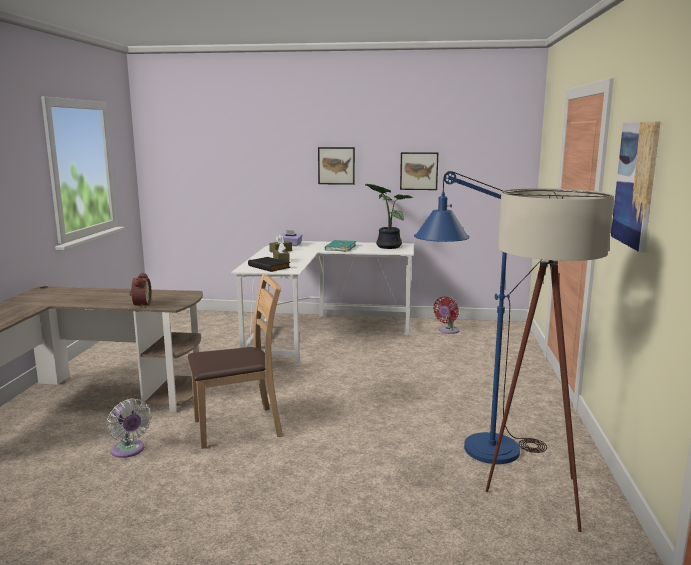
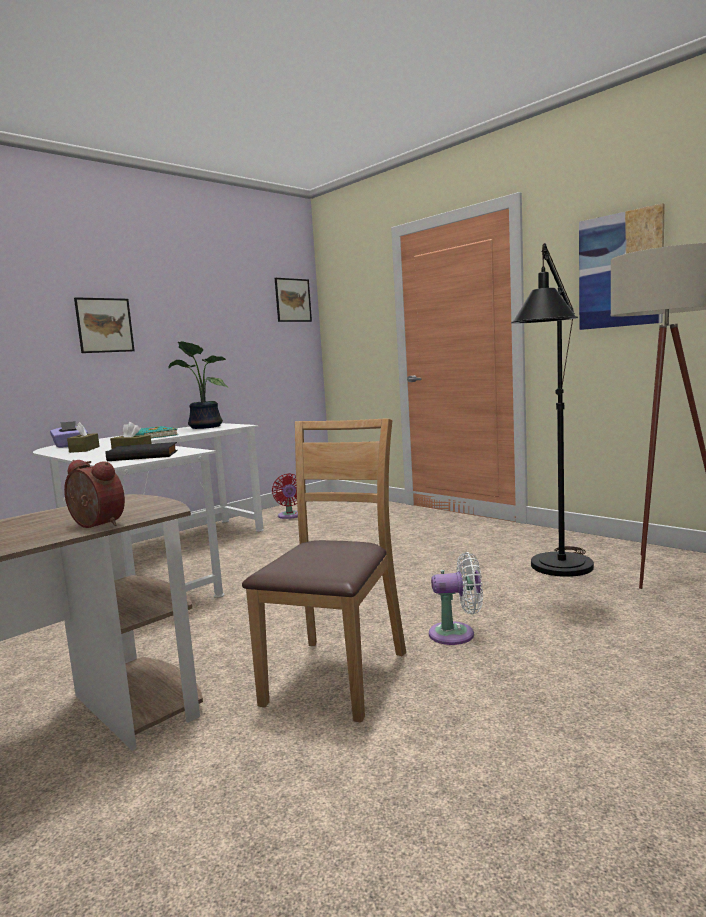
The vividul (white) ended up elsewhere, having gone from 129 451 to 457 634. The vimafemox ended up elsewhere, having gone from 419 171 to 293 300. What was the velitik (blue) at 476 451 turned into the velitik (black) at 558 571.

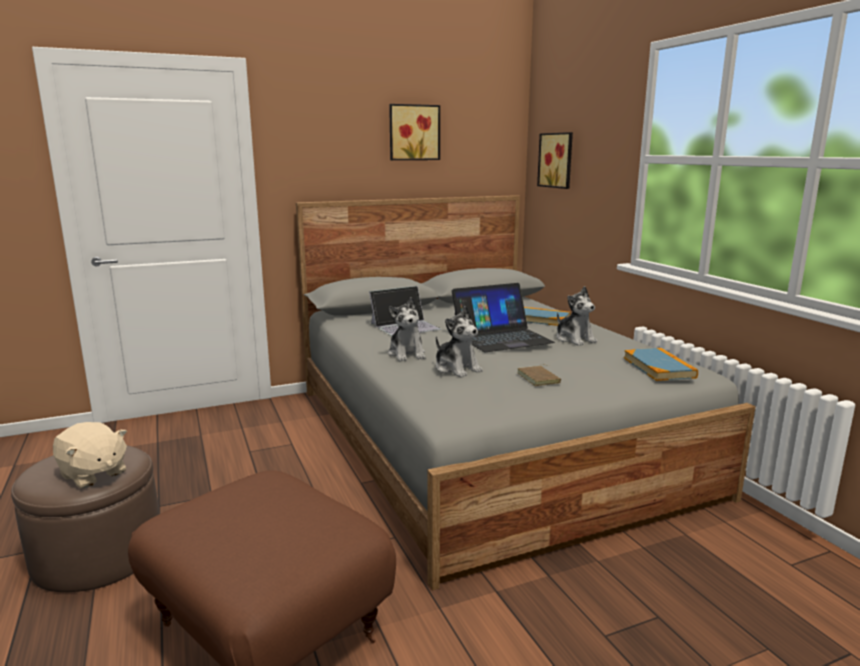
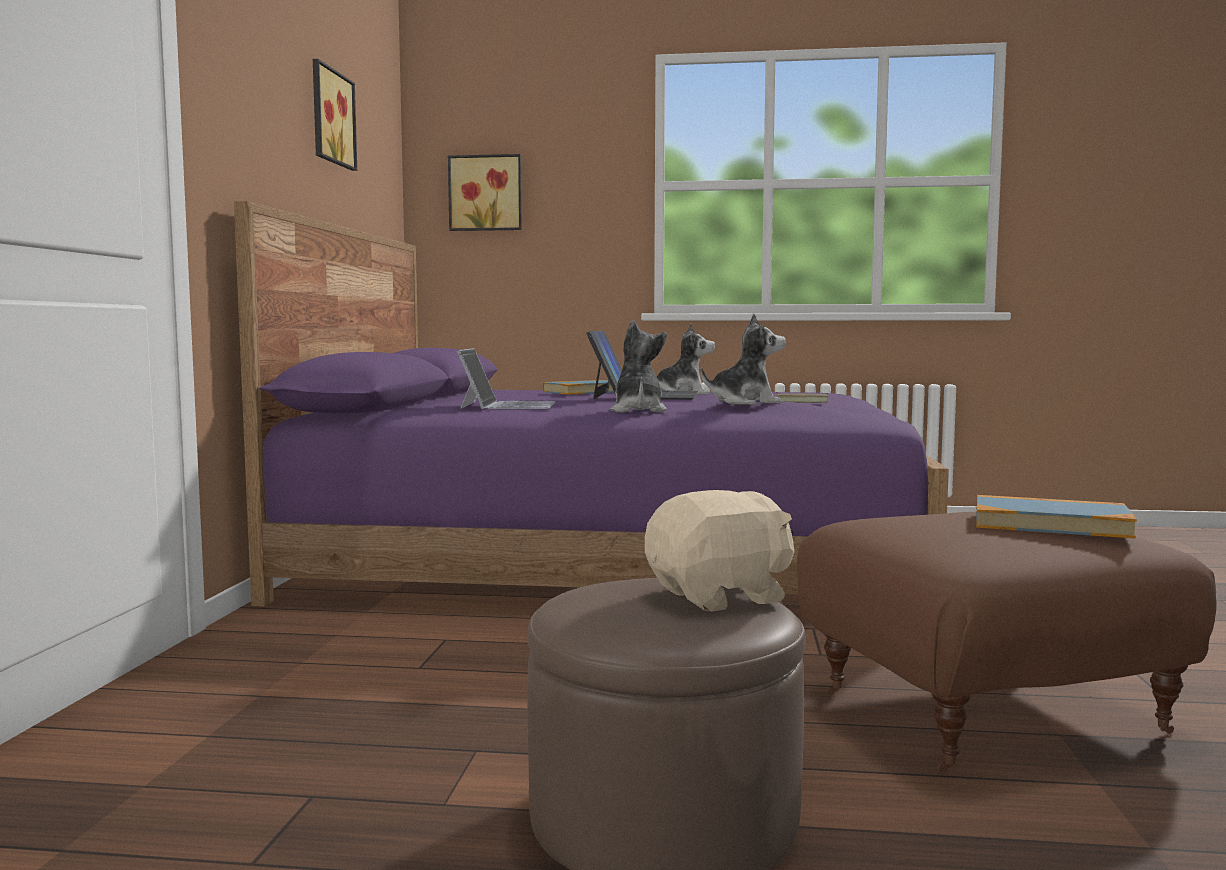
What was the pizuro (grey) at 485 437 turned into the pizuro (purple) at 610 557. The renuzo at 407 354 ended up facing another way, 105 degrees counterclockwise from before. The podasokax ended up elsewhere, having gone from 659 367 to 1050 524.

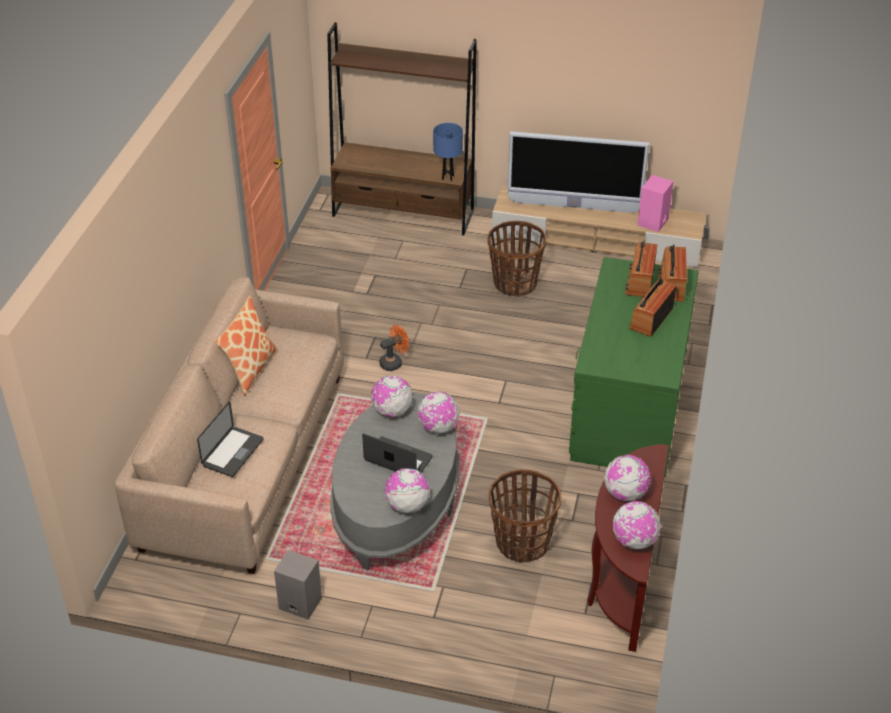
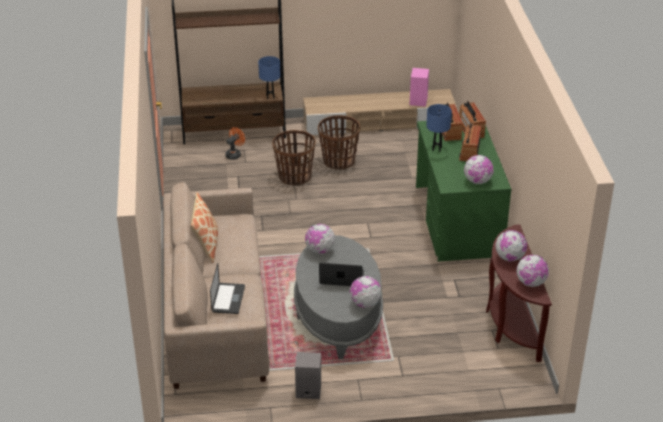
The vividul (orange) ended up elsewhere, having gone from 394 362 to 234 154. The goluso ended up elsewhere, having gone from 438 428 to 477 181. The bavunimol ended up elsewhere, having gone from 522 543 to 294 177. The second view lost the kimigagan at 573 207. The second view gained the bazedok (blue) at 437 148.

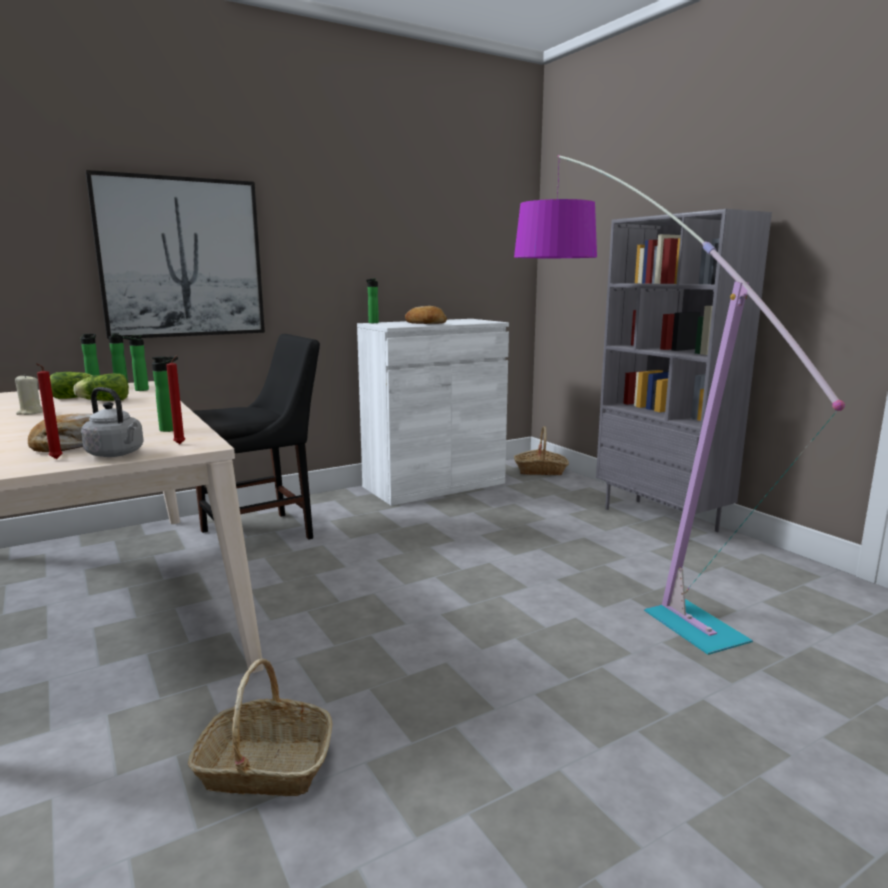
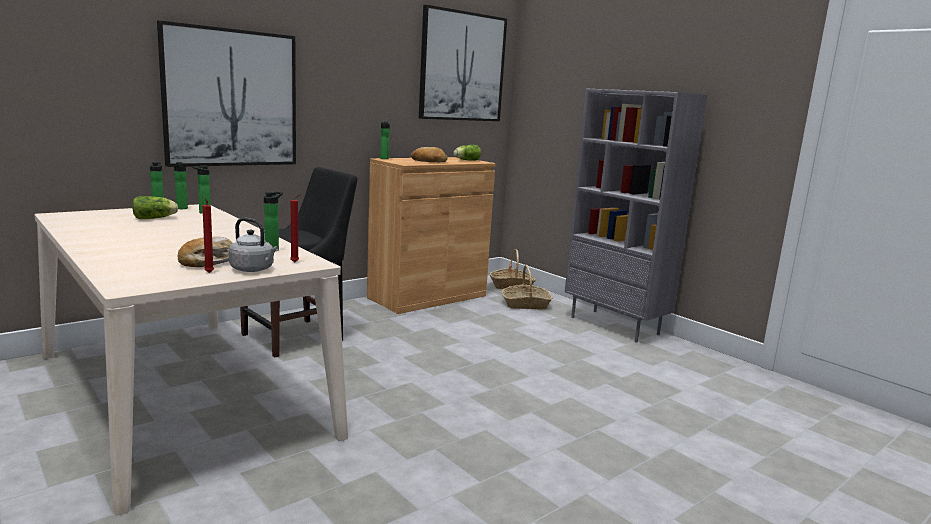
The second view lost the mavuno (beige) at 30 413. The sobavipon ended up elsewhere, having gone from 103 401 to 466 160. The bavunimol ended up elsewhere, having gone from 264 767 to 525 304. What was the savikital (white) at 434 485 turned into the savikital (brown) at 427 297. The second view lost the velitik at 599 563. The second view gained the vimafemox at 462 67.

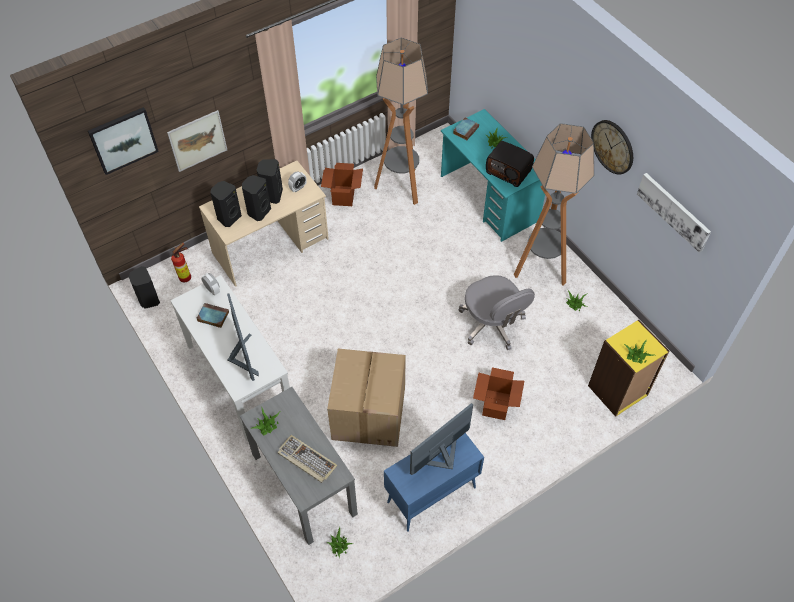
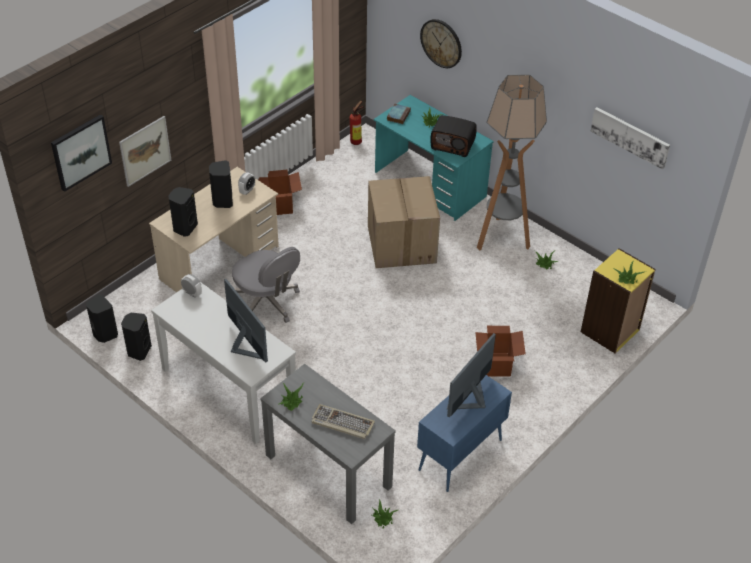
The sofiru ended up elsewhere, having gone from 187 277 to 357 141. The second view lost the podasokax at 212 316. The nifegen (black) ended up elsewhere, having gone from 258 211 to 138 351. The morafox ended up elsewhere, having gone from 369 414 to 402 245. The second view lost the velitik at 401 186. The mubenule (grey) ended up elsewhere, having gone from 492 324 to 266 302. The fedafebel ended up elsewhere, having gone from 613 146 to 441 43.

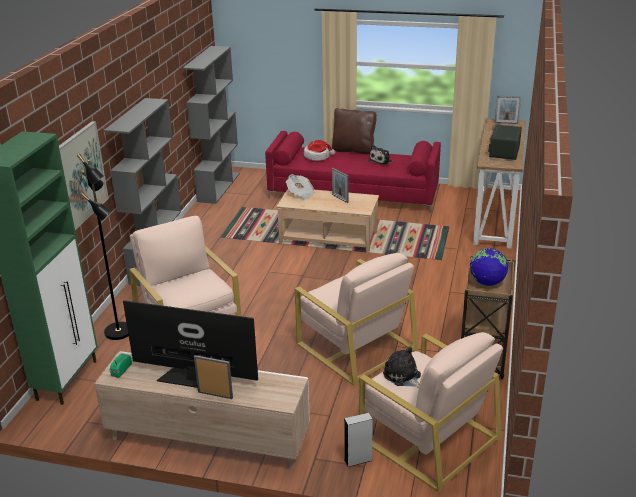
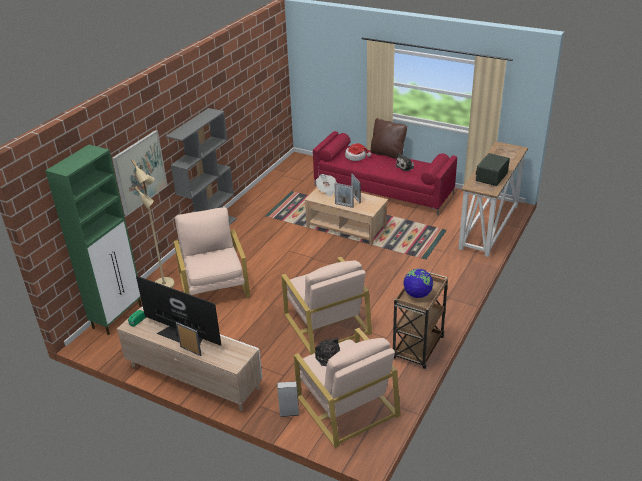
What was the velitik (black) at 119 331 turned into the velitik (beige) at 165 284. The second view lost the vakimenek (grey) at 218 187. The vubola ended up elsewhere, having gone from 506 123 to 344 205.

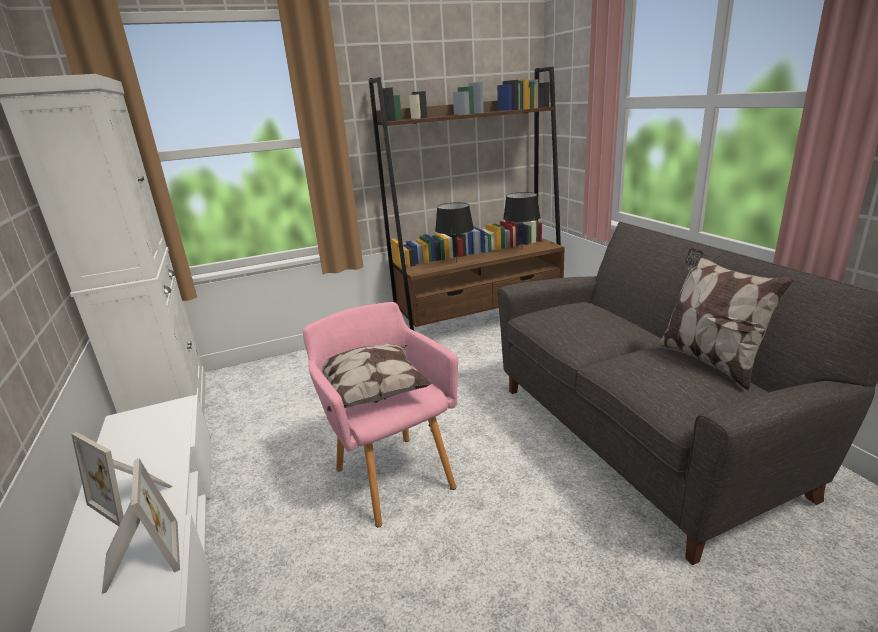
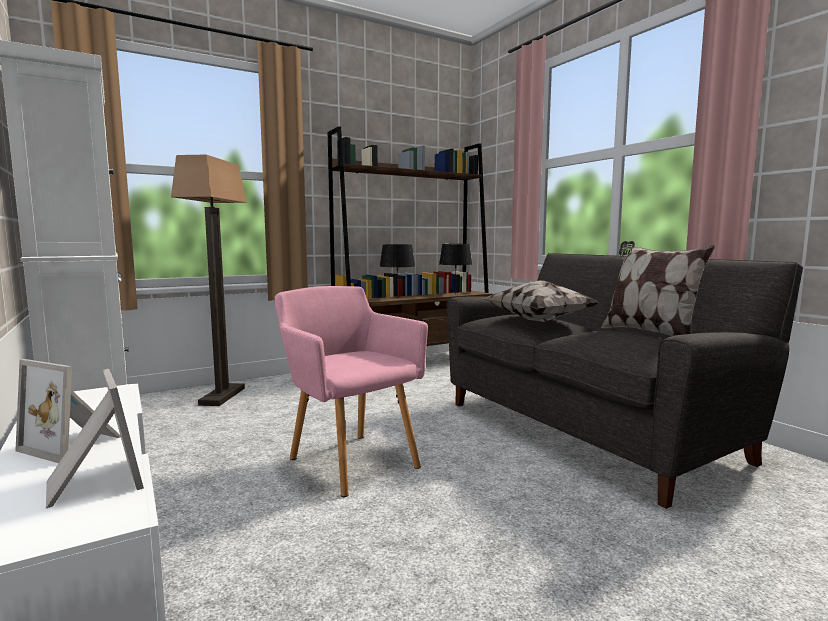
The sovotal ended up elsewhere, having gone from 373 392 to 538 320. The second view gained the velitik at 222 396.

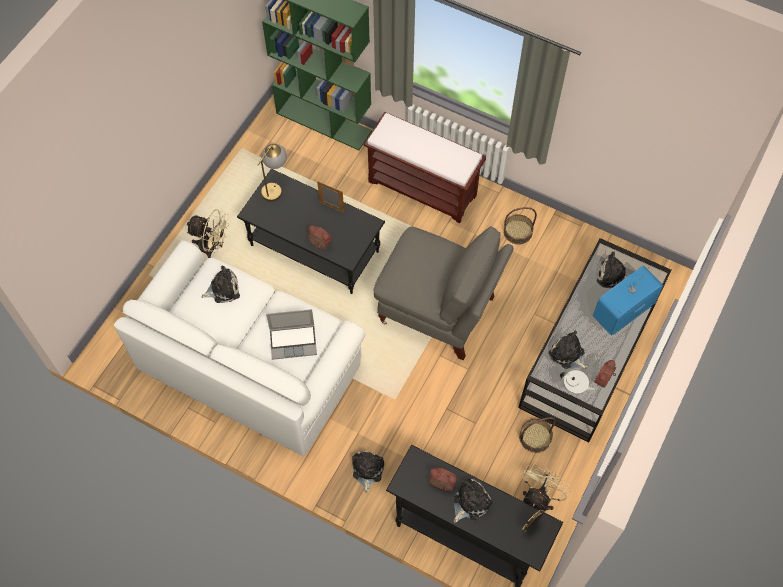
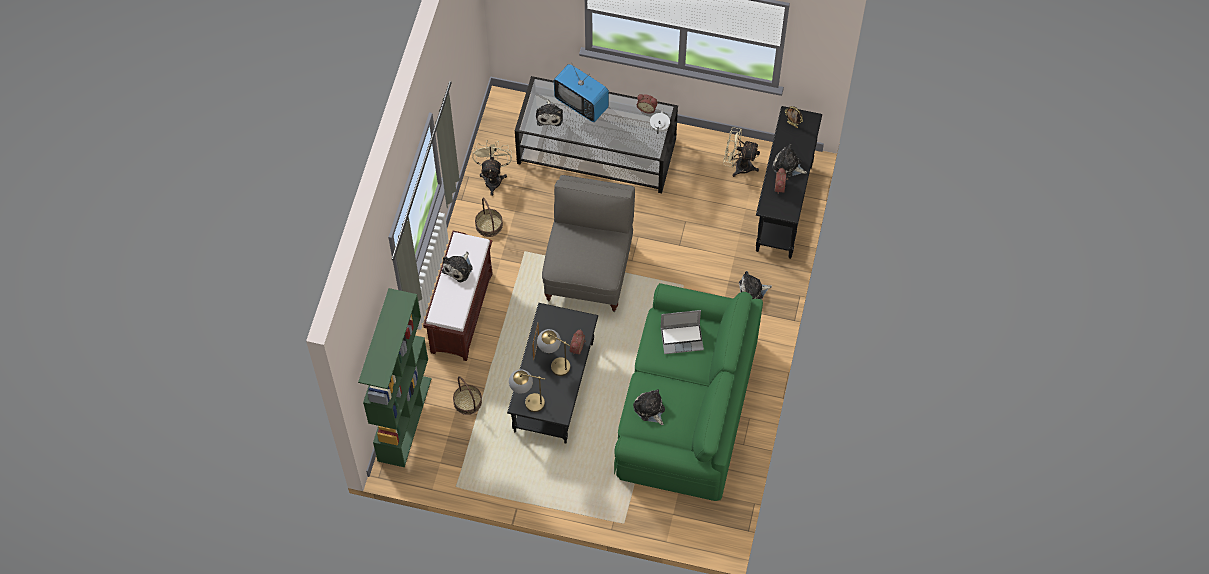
What was the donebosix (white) at 249 363 turned into the donebosix (green) at 686 408. The vividul (beige) ended up elsewhere, having gone from 213 247 to 493 178. The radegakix at 294 341 ended up facing another way, 105 degrees clockwise from before. The bavunimol ended up elsewhere, having gone from 535 437 to 468 401. The renuzo ended up elsewhere, having gone from 567 355 to 459 268. The second view gained the bazedok at 554 364.

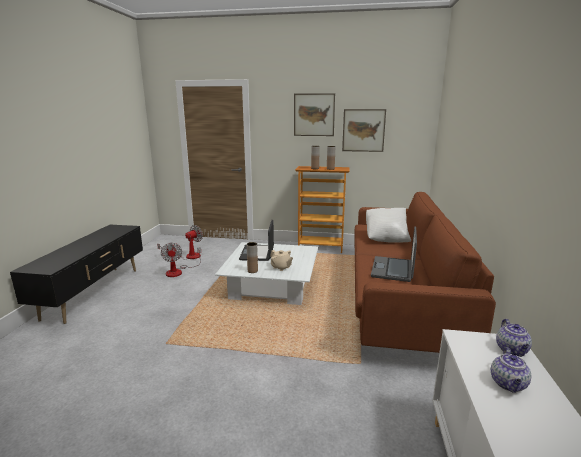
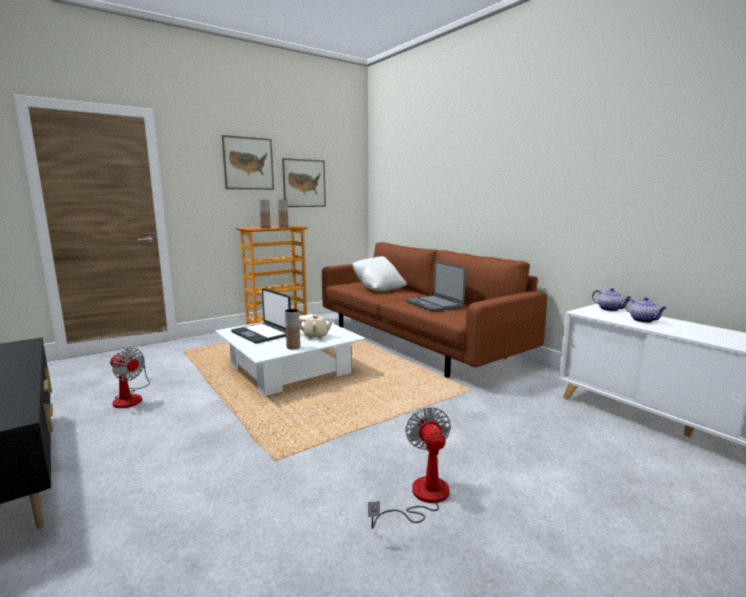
The vividul ended up elsewhere, having gone from 187 256 to 421 497.

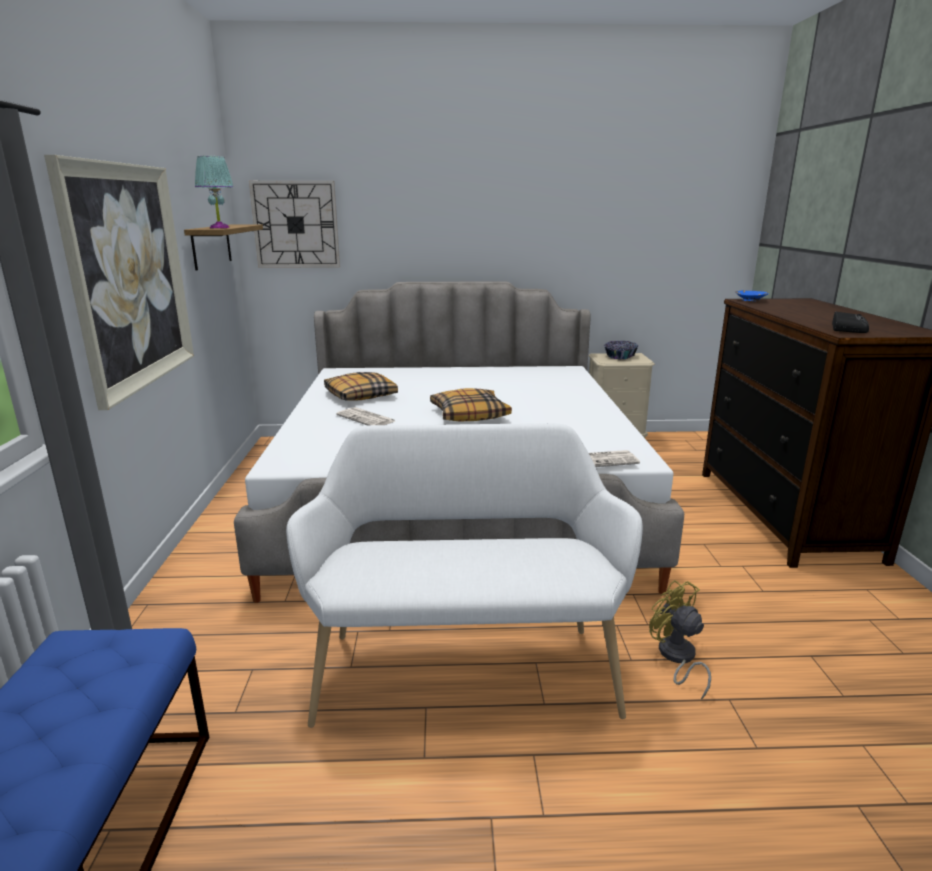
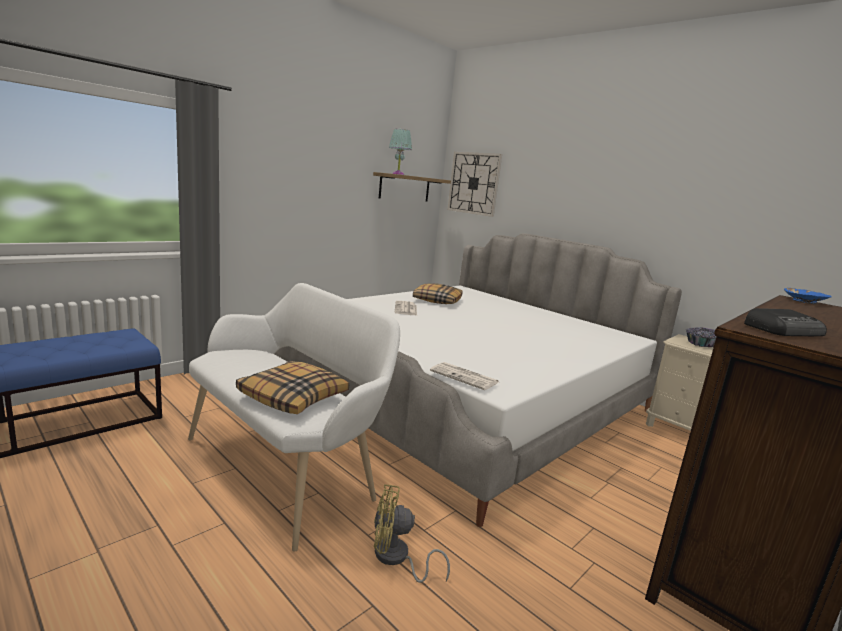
The second view lost the vimafemox at 130 277. The sovotal ended up elsewhere, having gone from 469 414 to 293 397. The vividul (yellow) at 676 658 ended up facing another way, 105 degrees counterclockwise from before.

